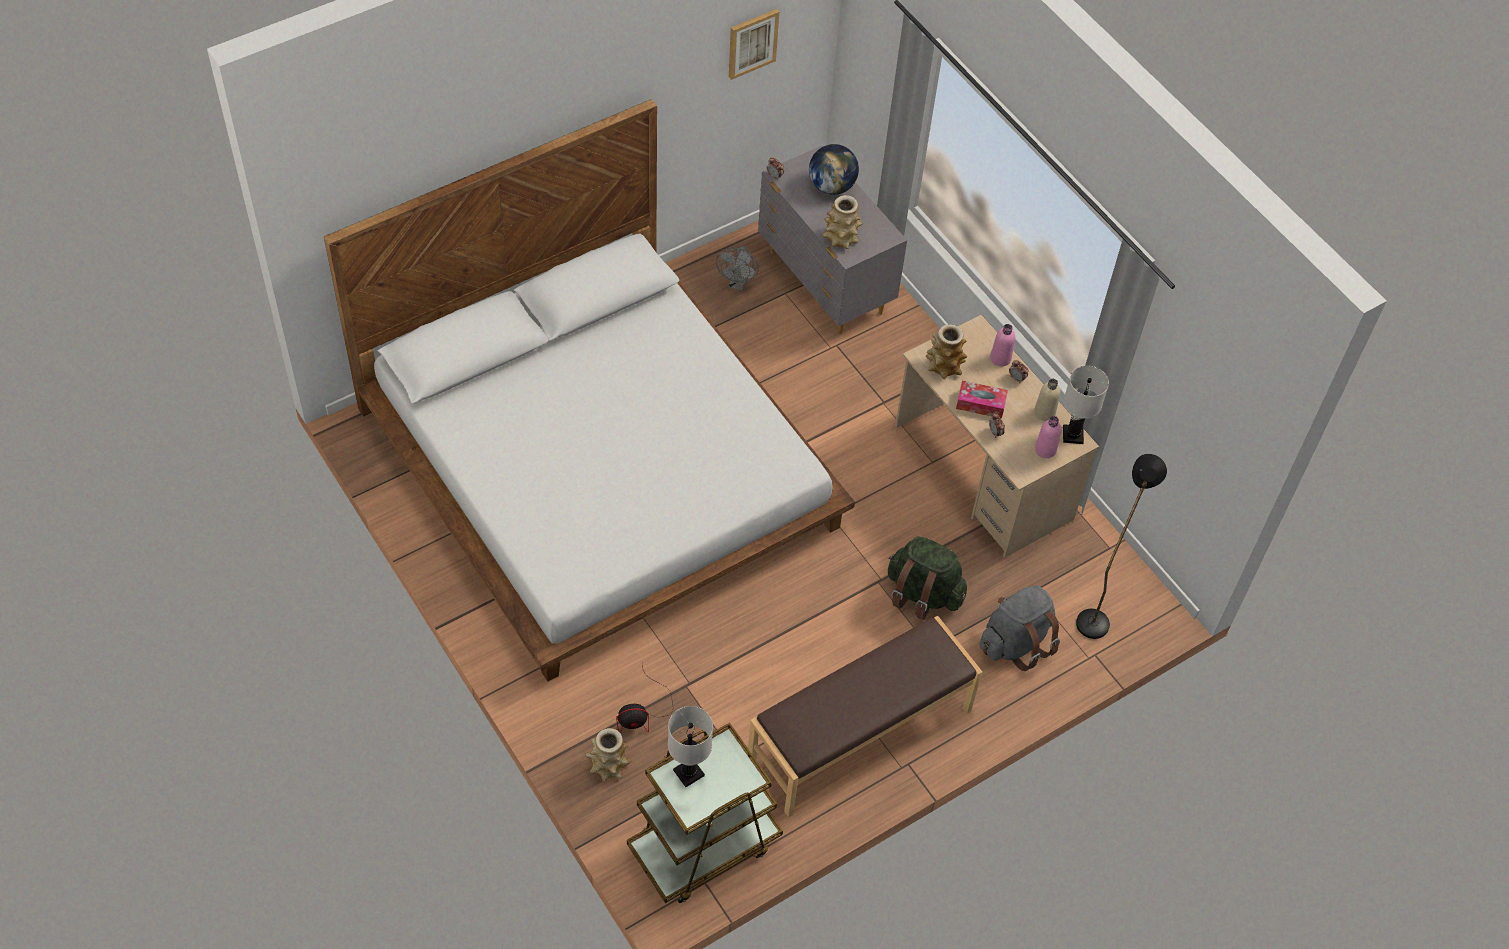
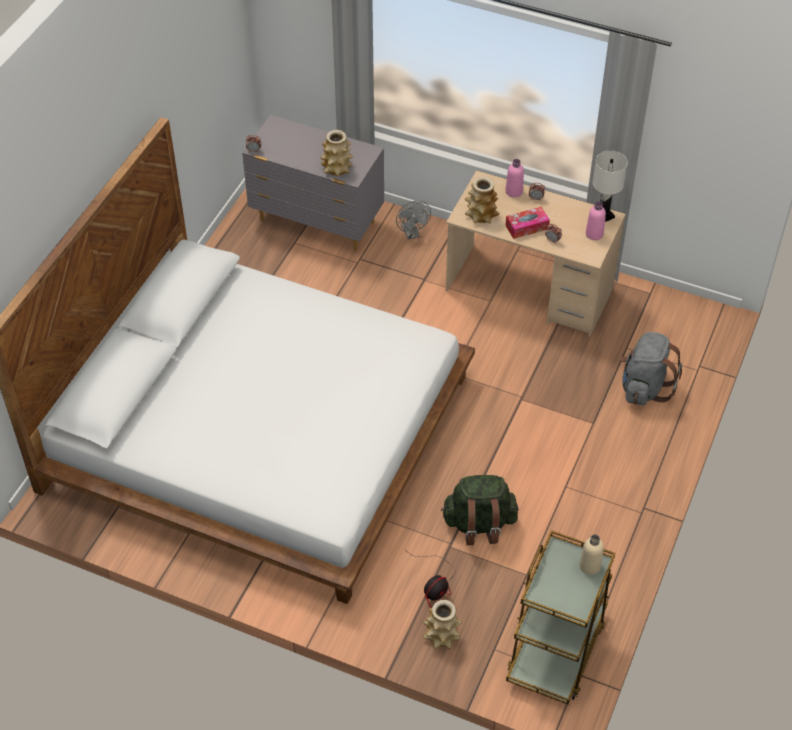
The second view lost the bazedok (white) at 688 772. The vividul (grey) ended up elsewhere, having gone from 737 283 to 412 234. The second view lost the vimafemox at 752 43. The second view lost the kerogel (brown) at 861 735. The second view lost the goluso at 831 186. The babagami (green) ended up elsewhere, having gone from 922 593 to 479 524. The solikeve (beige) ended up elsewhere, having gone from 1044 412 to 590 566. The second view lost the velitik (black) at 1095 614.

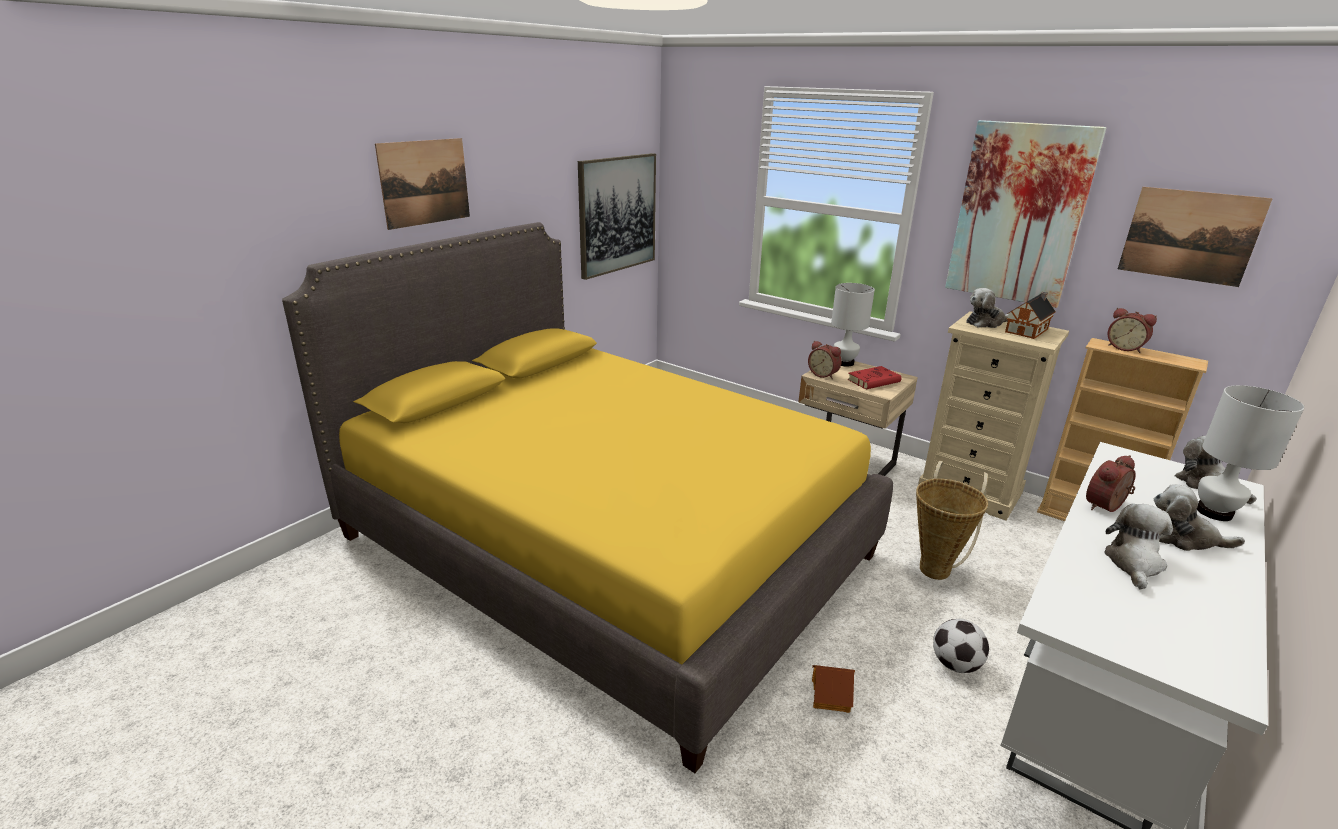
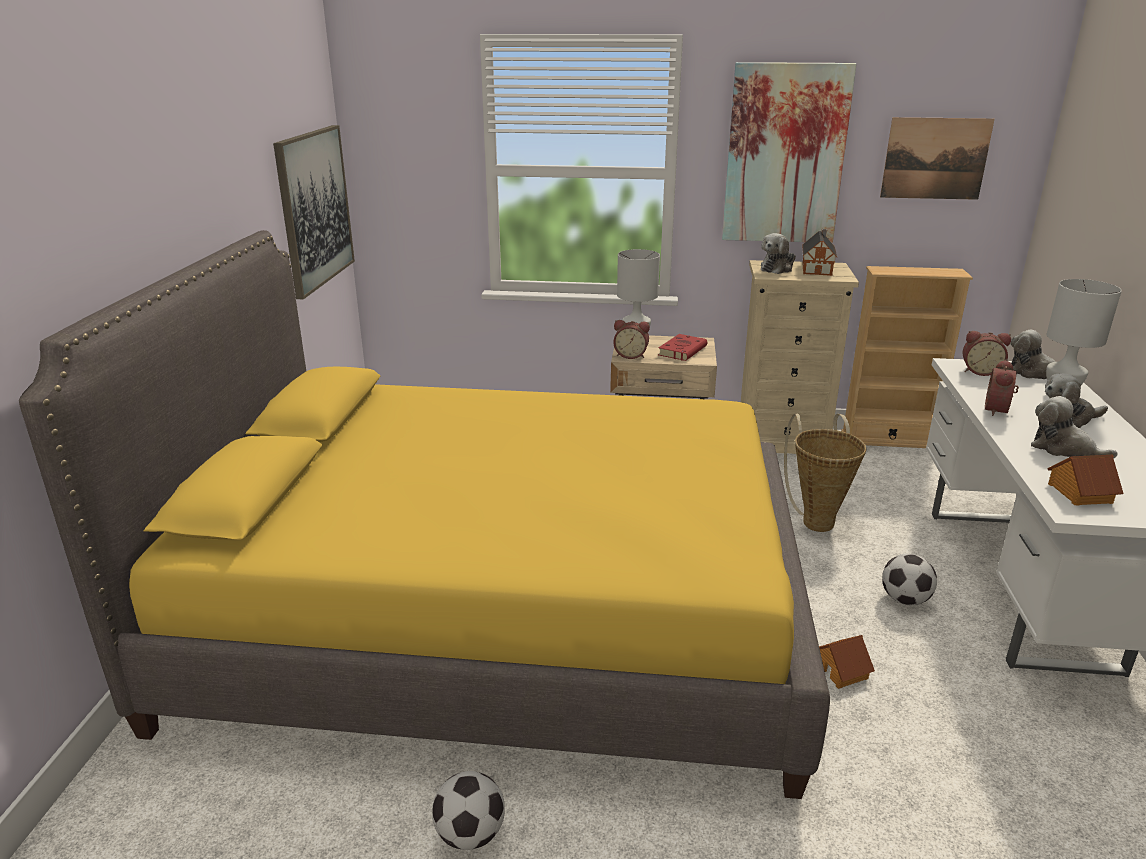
The second view lost the vimafemox at 425 182. The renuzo at 1134 563 ended up facing another way, 45 degrees counterclockwise from before. The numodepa ended up elsewhere, having gone from 1125 348 to 980 371. The second view gained the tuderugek at 470 835. The second view gained the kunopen at 1079 493.

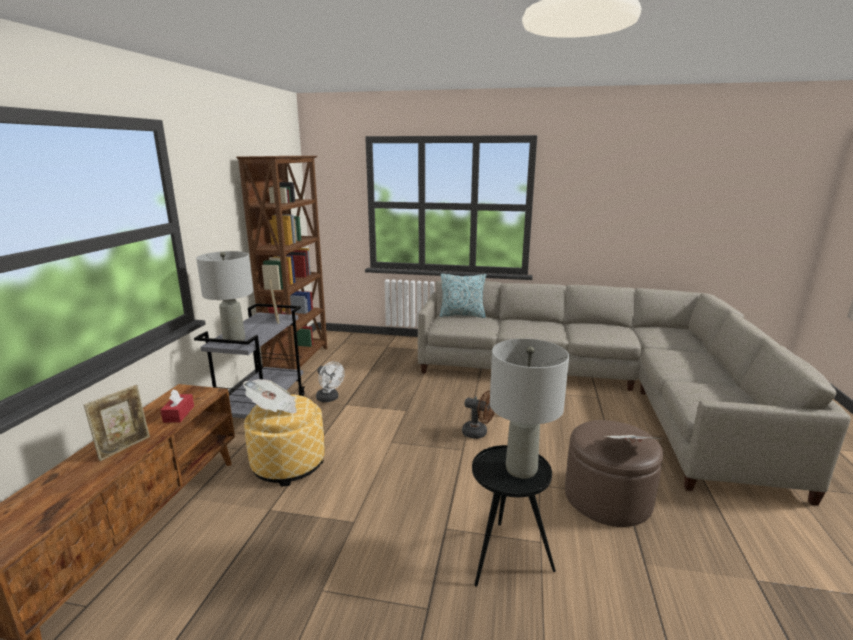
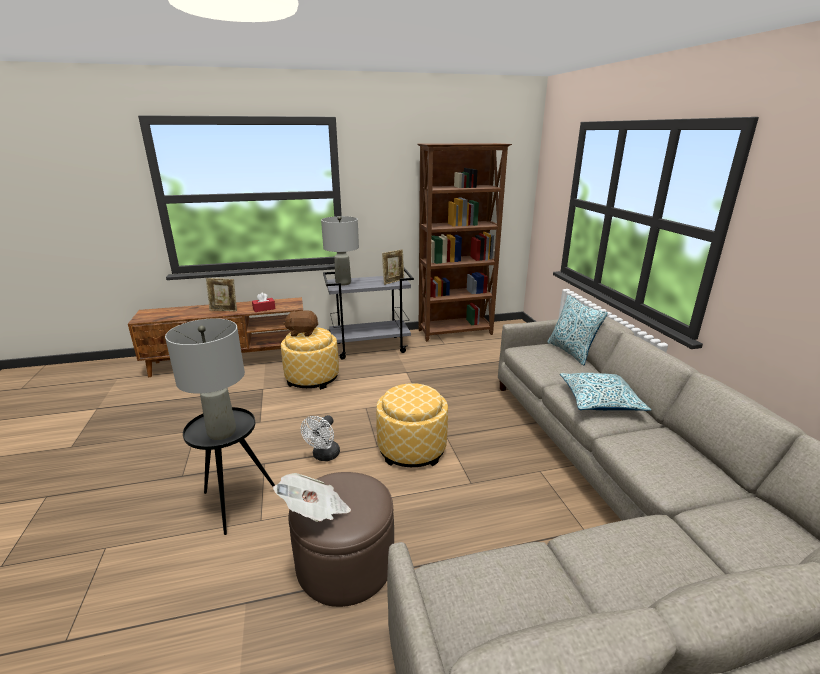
Where the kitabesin stood at 273 409, the renuzo (brown) came to stand at 302 332. The vividul (white) ended up elsewhere, having gone from 329 399 to 324 456. Where the vividul (brown) stood at 478 433, the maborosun came to stand at 412 449. The second view gained the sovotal at 600 400.

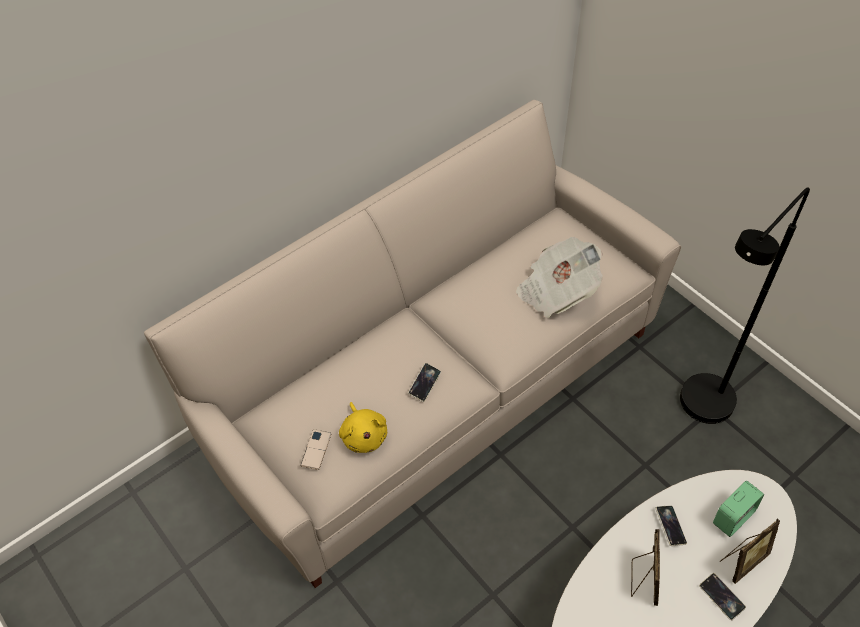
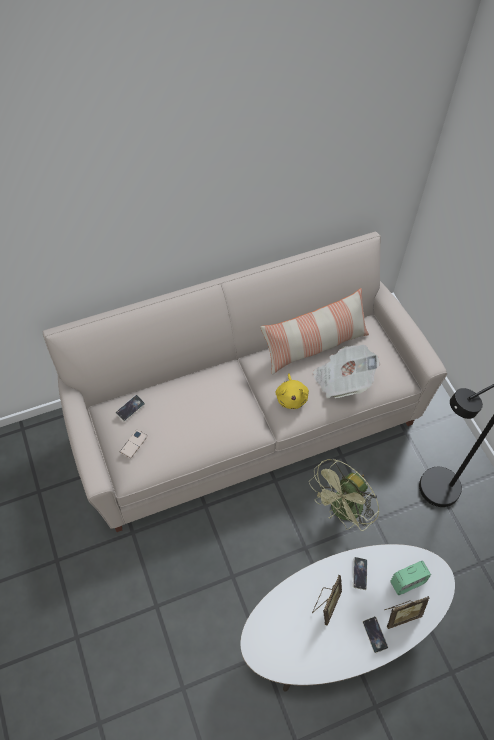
The renuzo (yellow) ended up elsewhere, having gone from 364 435 to 291 397. The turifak ended up elsewhere, having gone from 424 383 to 130 409. The second view gained the sovotal at 315 345. The second view gained the vividul (green) at 342 511.

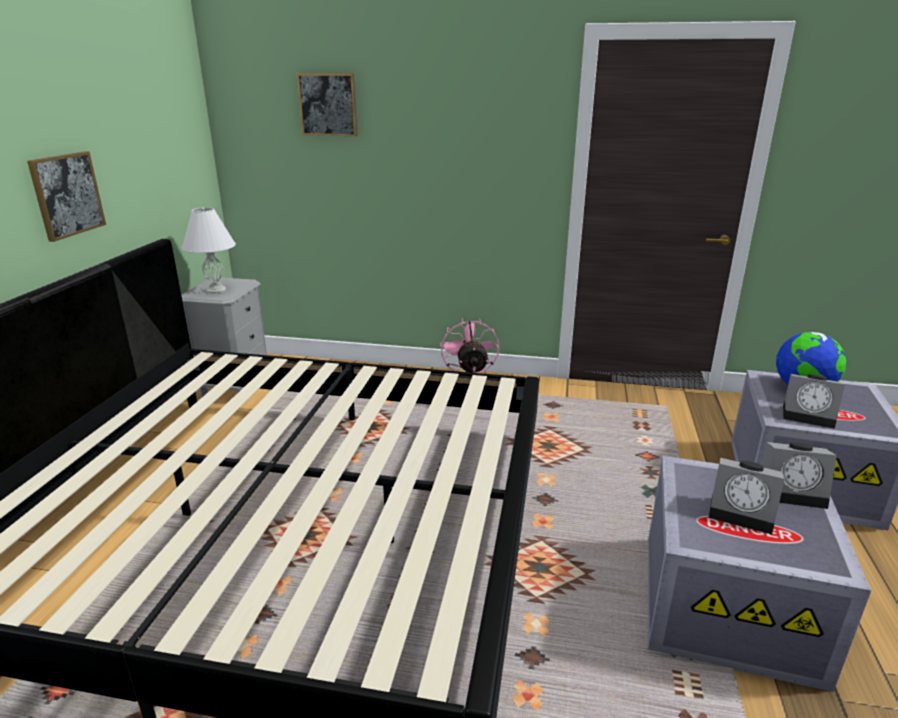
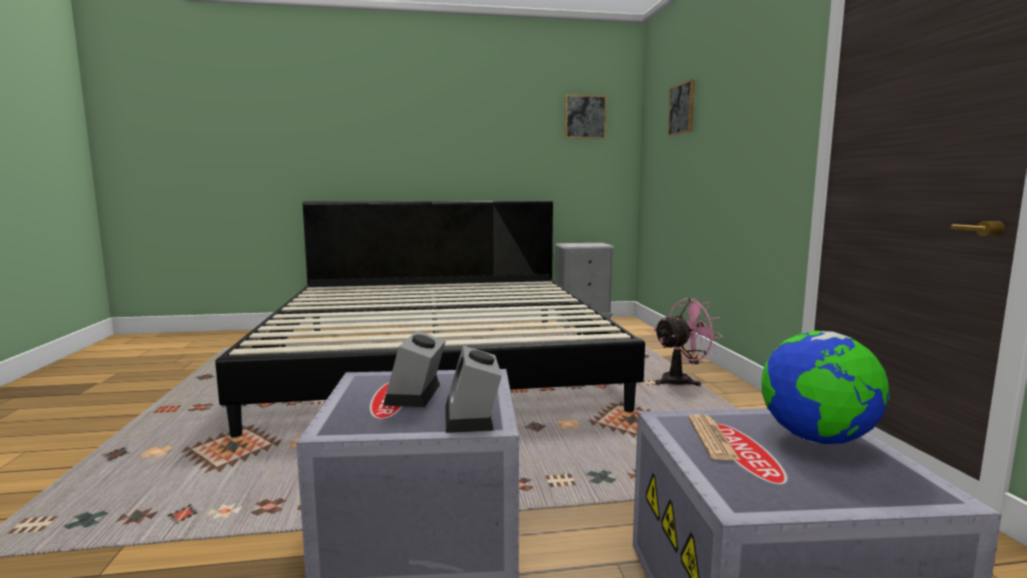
The vimafemox ended up elsewhere, having gone from 67 195 to 585 117. The second view lost the bazedok (white) at 216 290. Where the numodepa stood at 809 416, the kitabesin came to stand at 712 438.

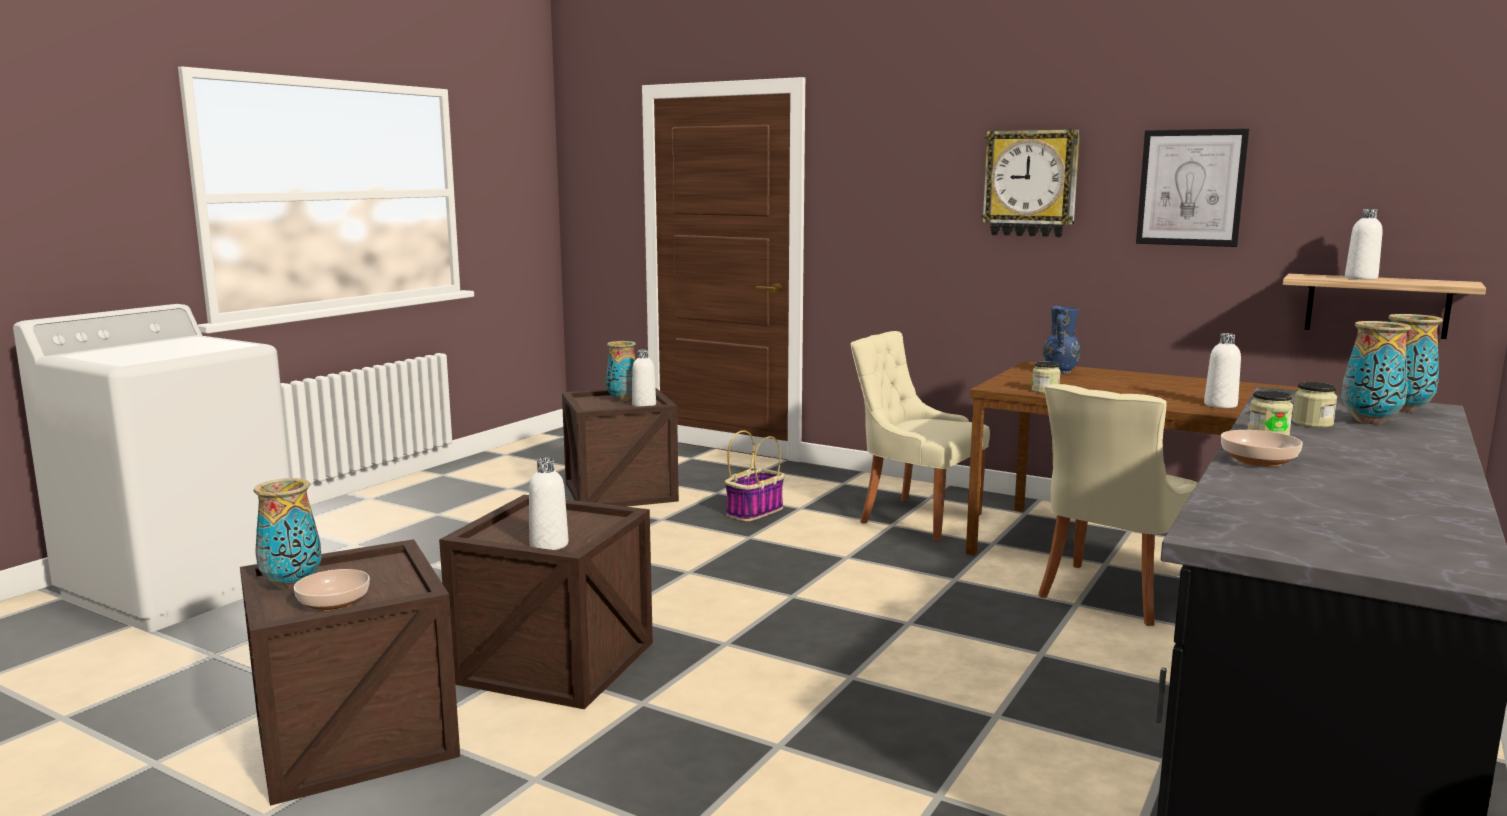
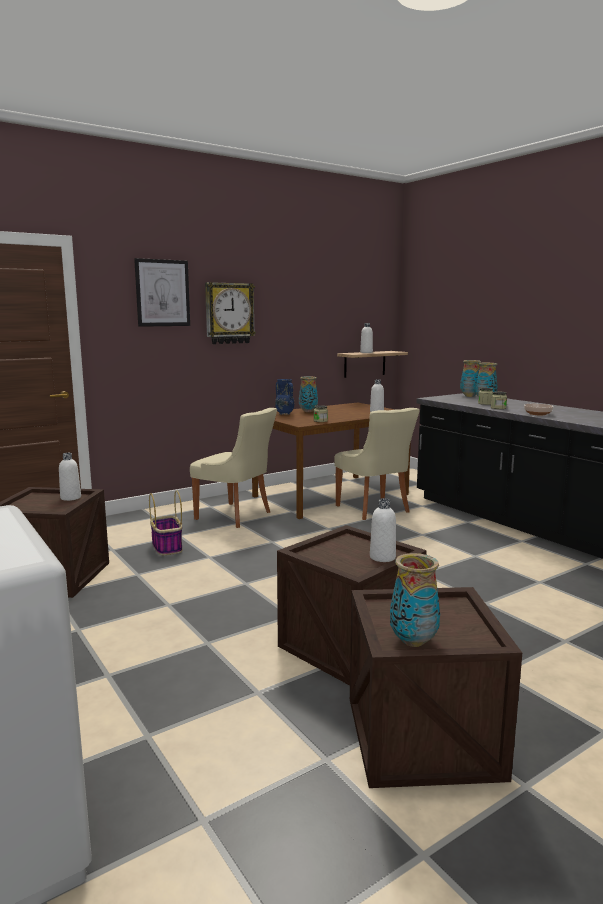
The second view lost the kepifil at 334 603. The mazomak ended up elsewhere, having gone from 622 400 to 308 411. The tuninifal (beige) at 916 517 ended up facing another way, 120 degrees counterclockwise from before. The vimafemox ended up elsewhere, having gone from 1191 187 to 162 293.

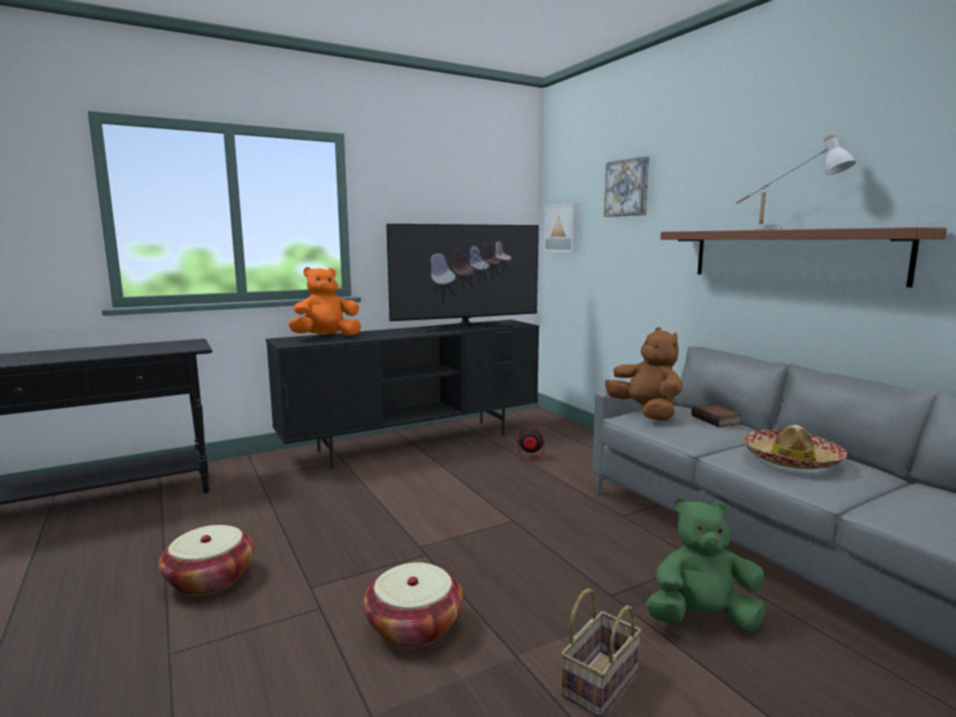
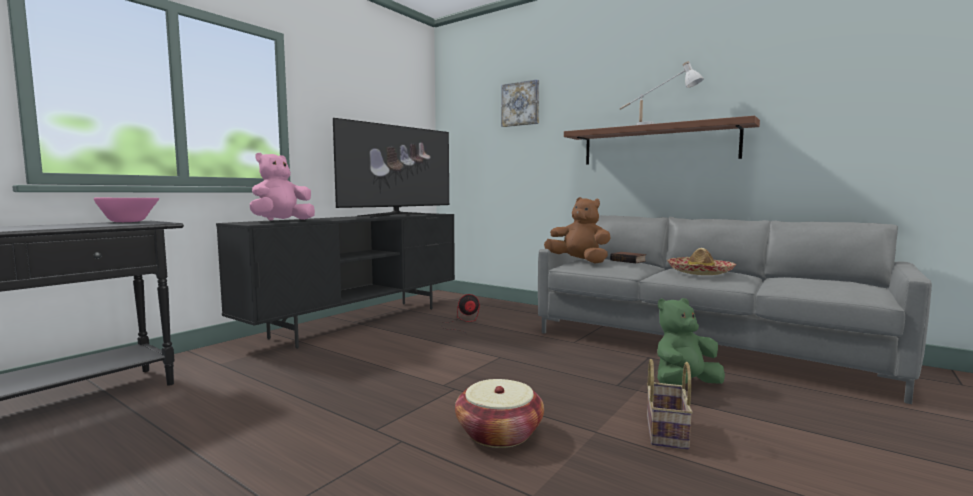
The second view lost the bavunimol at 210 579. What was the renuzo (orange) at 326 337 turned into the renuzo (pink) at 282 221. The second view lost the vimafemox at 562 228. The second view gained the kepifil (pink) at 131 222.

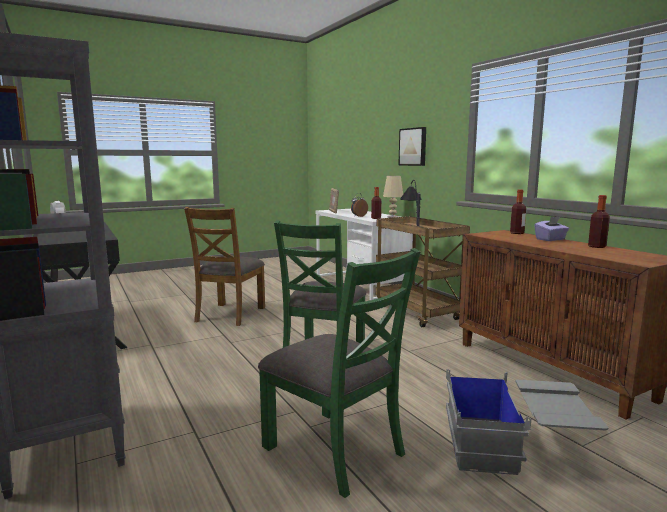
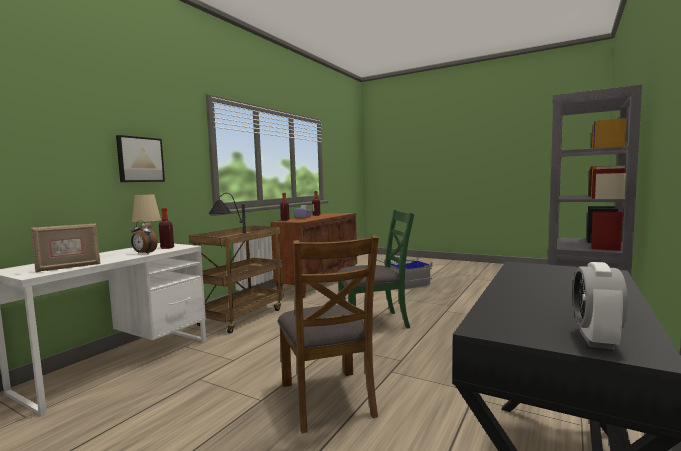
The tuninifal (brown) at 229 314 ended up facing another way, 90 degrees clockwise from before. The second view lost the tuninifal (green) at 335 450.

